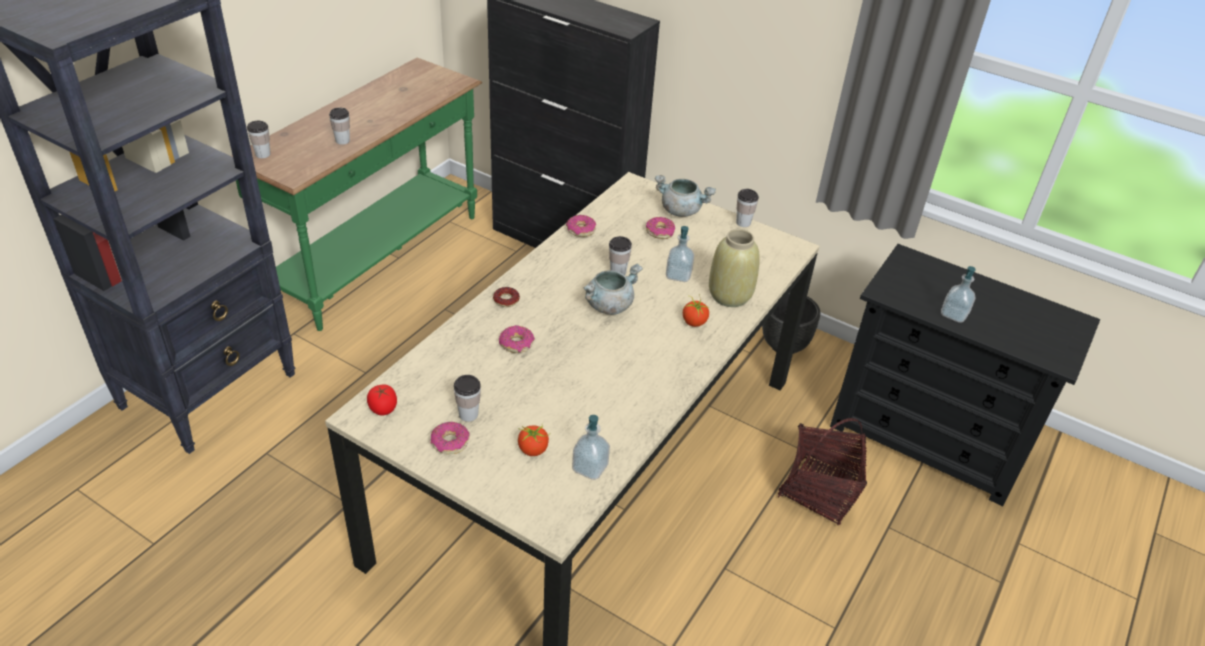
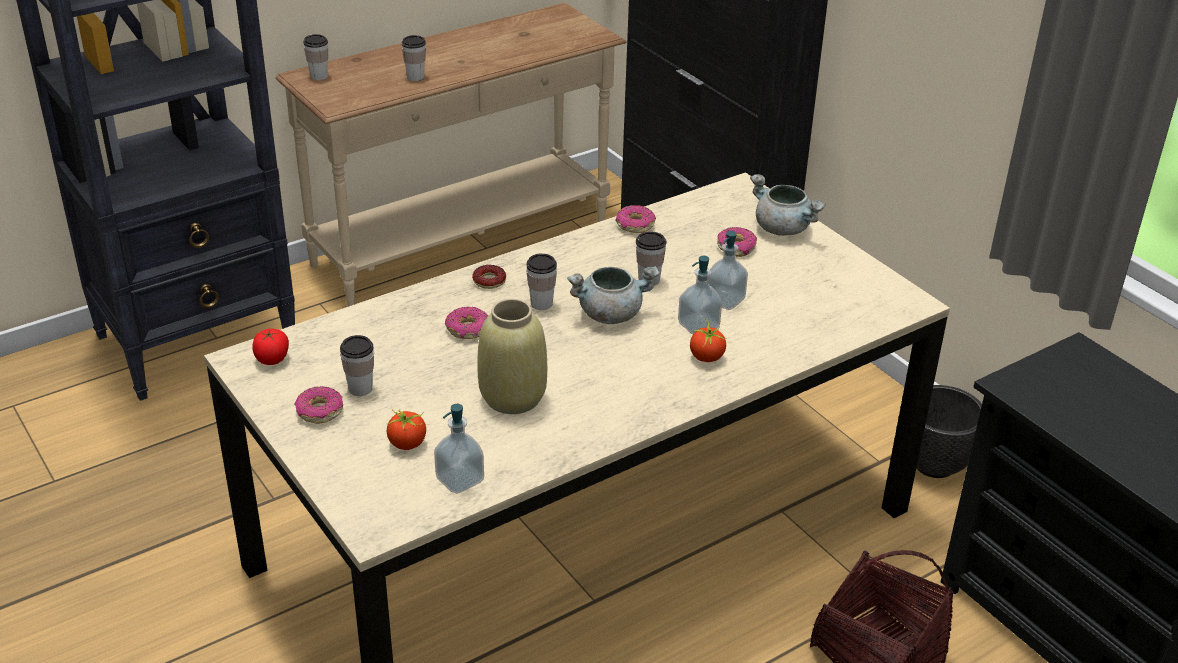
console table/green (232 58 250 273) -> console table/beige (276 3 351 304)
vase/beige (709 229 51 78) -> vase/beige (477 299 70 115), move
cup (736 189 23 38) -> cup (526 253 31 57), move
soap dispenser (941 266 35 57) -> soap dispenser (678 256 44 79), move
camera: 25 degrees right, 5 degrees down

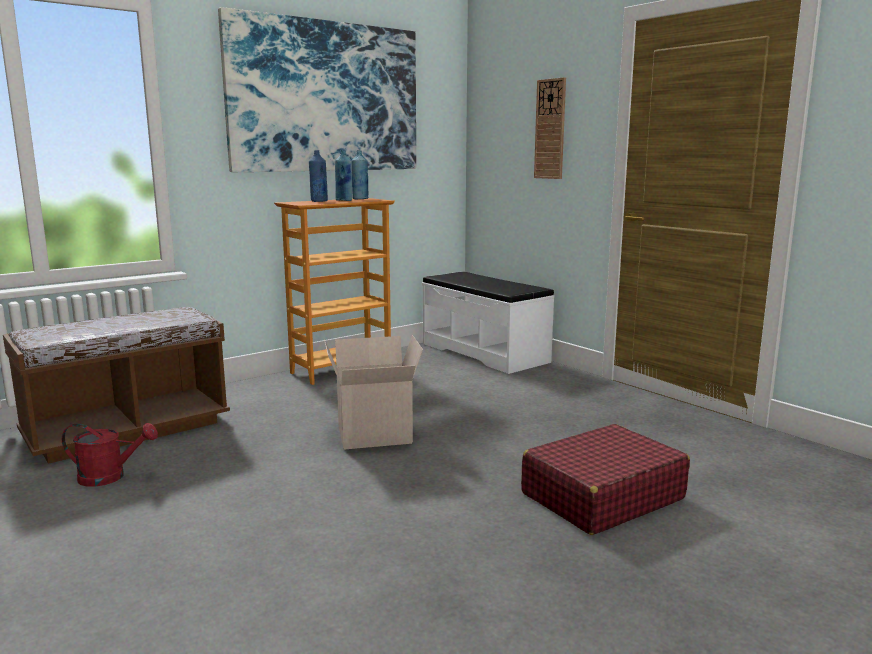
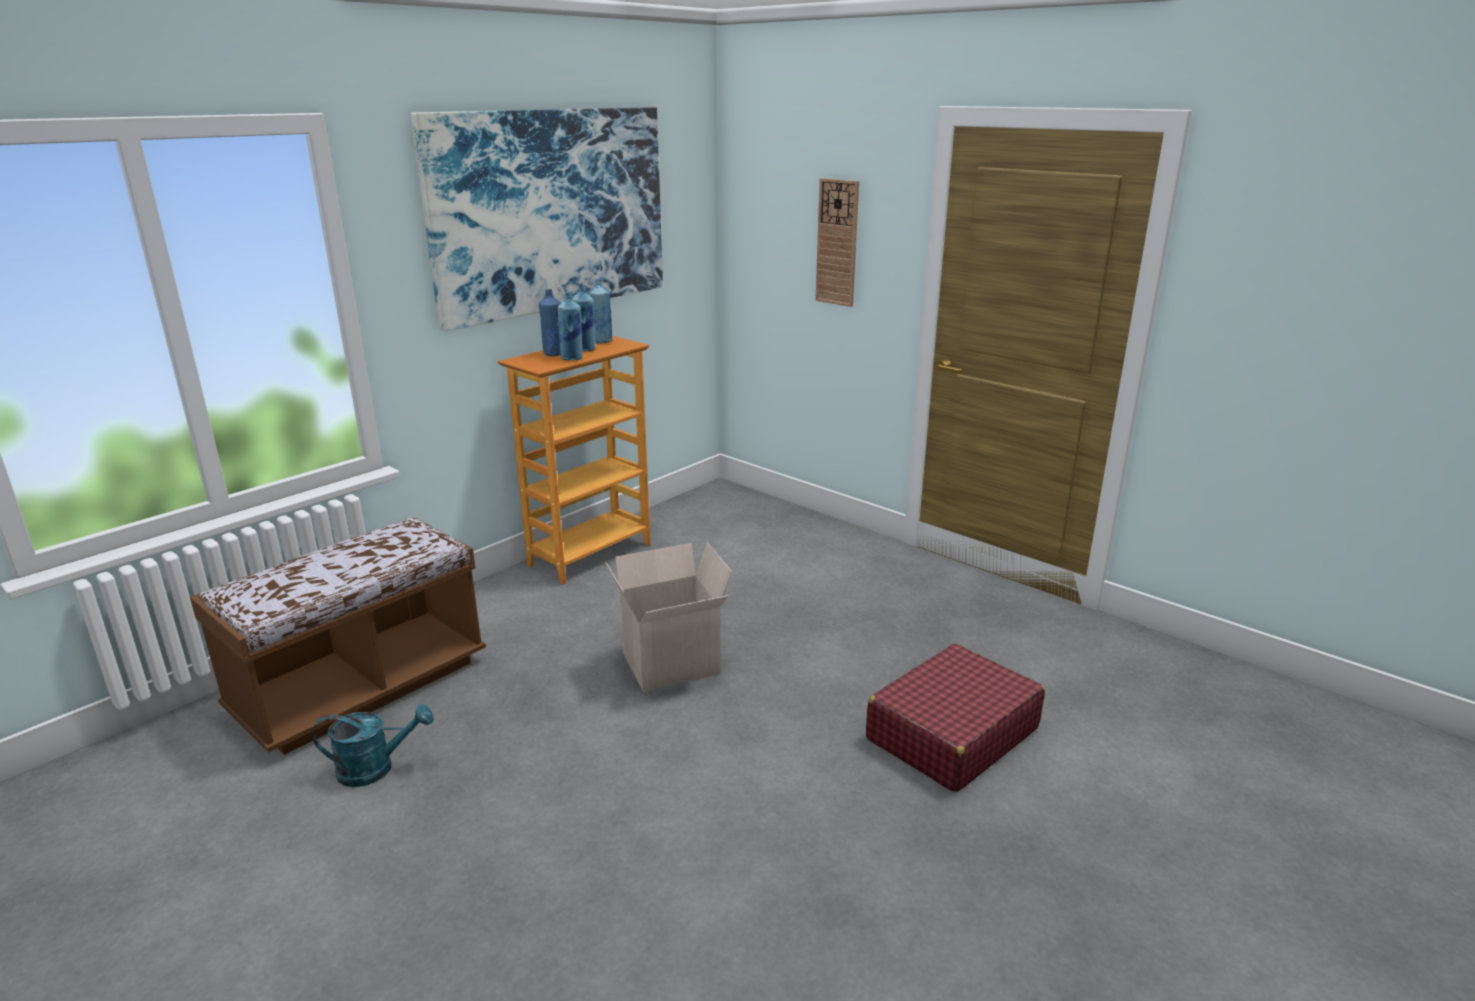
watering can/red (62 423 96 64) -> watering can/turquoise (312 704 122 83)
none -> bottle/blue (558 292 25 68)
bench/white (422 272 132 102) -> none
camera: 10 degrees left, 10 degrees up

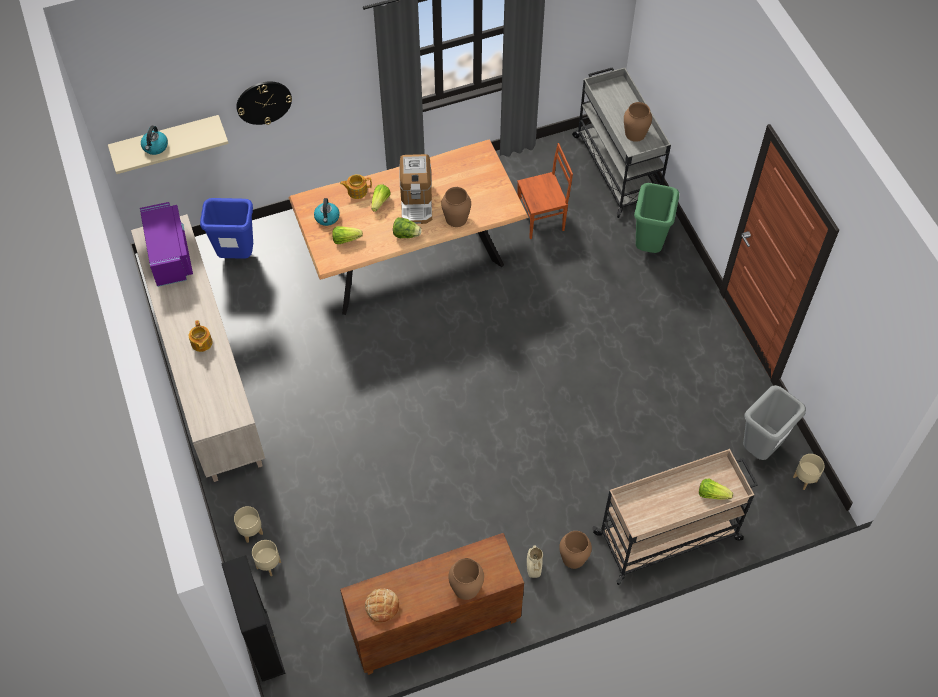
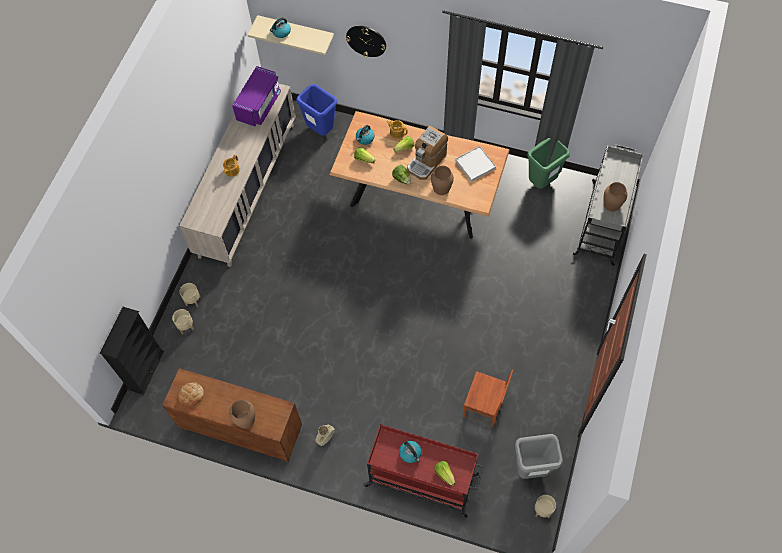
cart/beige (592 449 166 136) -> cart/red (363 424 121 94)
none -> kettle (399 441 23 22)
none -> tray/white (455 146 41 36)
chair/brown (517 143 56 96) -> chair/brown (463 370 50 57), move
trash can/green (634 183 45 70) -> trash can/green (527 138 43 51), move
vase/brown (559 531 33 38) -> none
camera: 40 degrees right, 5 degrees up

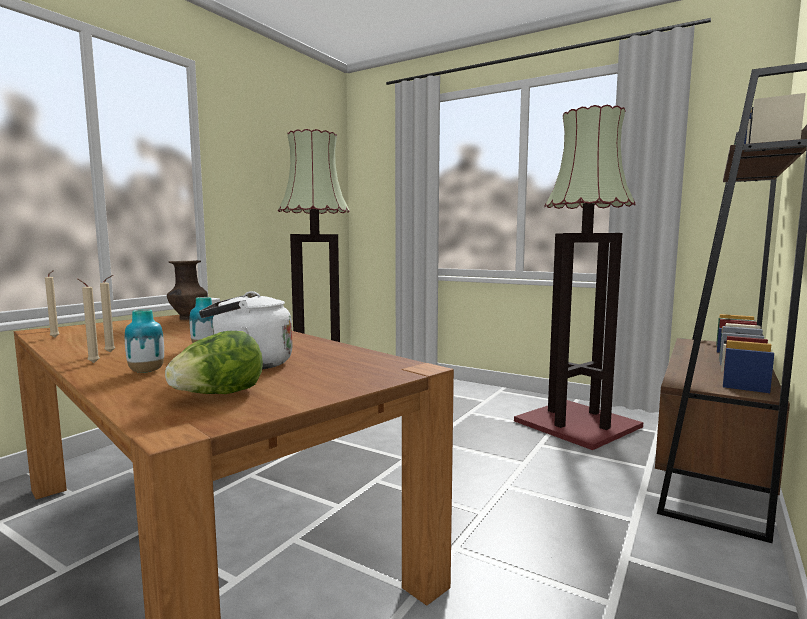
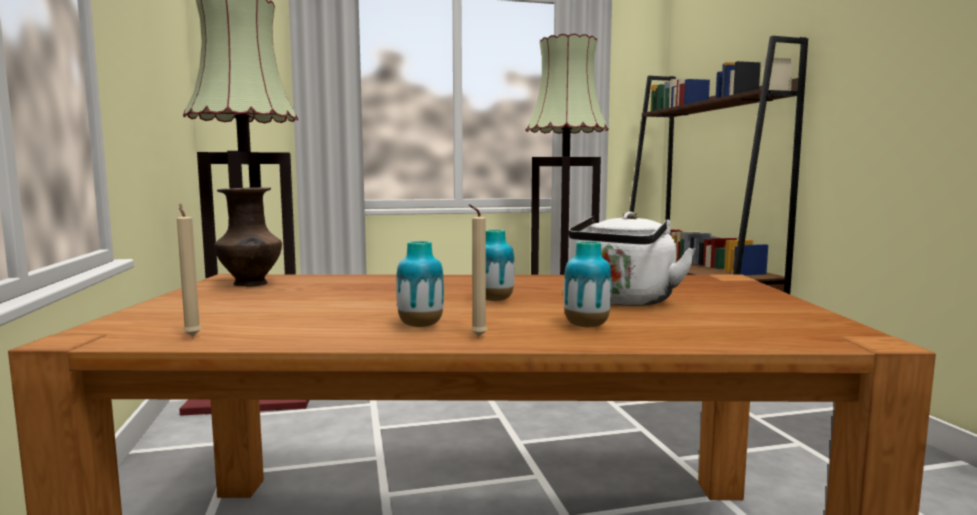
candle/beige (100 275 15 77) -> vase (396 241 48 86)
lettuce (165 331 98 63) -> none
camera: 45 degrees left, 0 degrees up

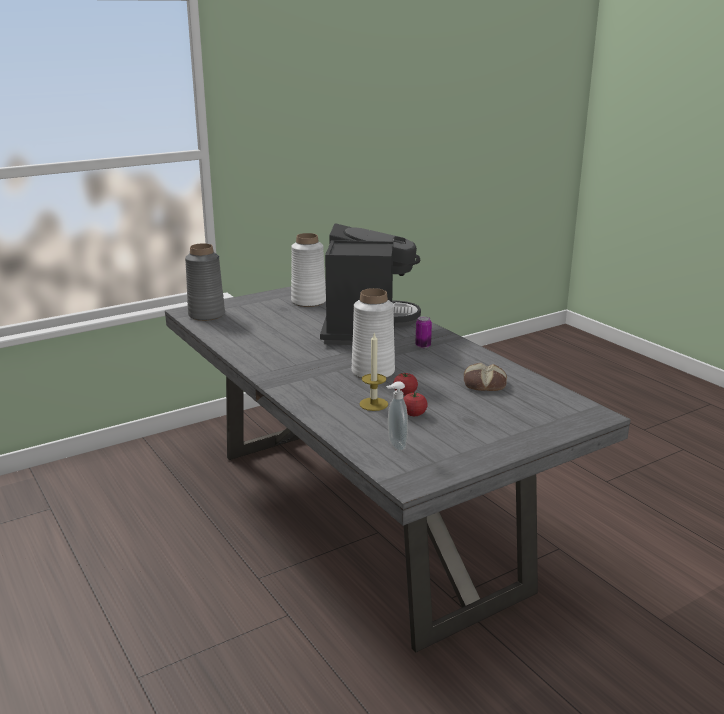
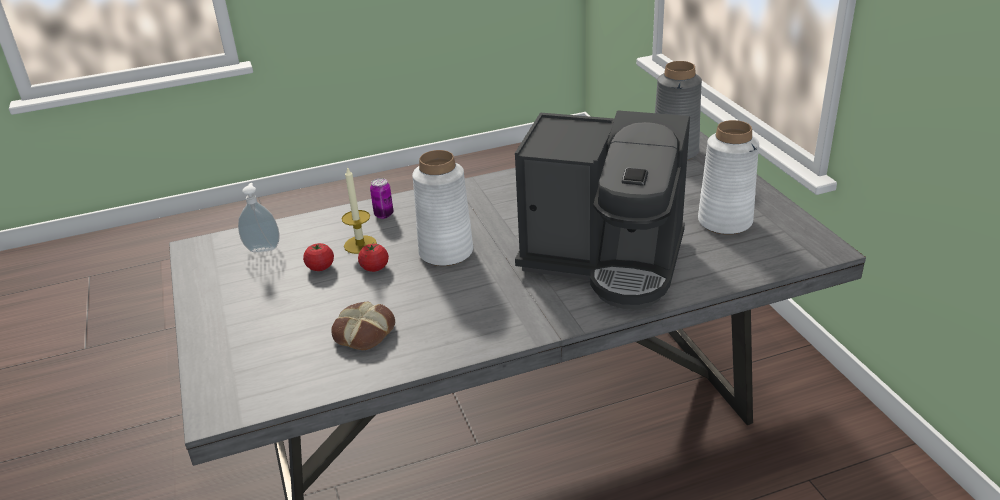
can (415 316 17 32) -> can (370 178 23 41), move
camera: 105 degrees right, 10 degrees up

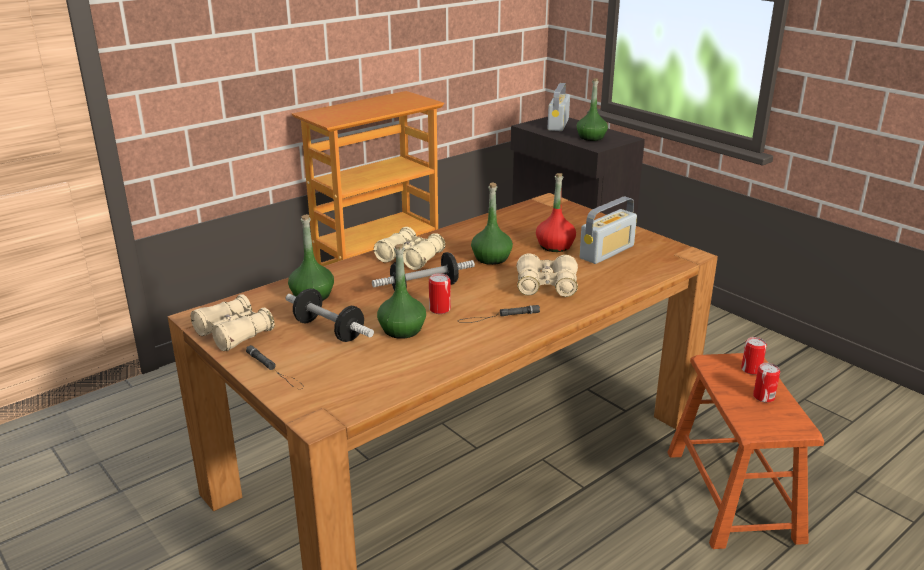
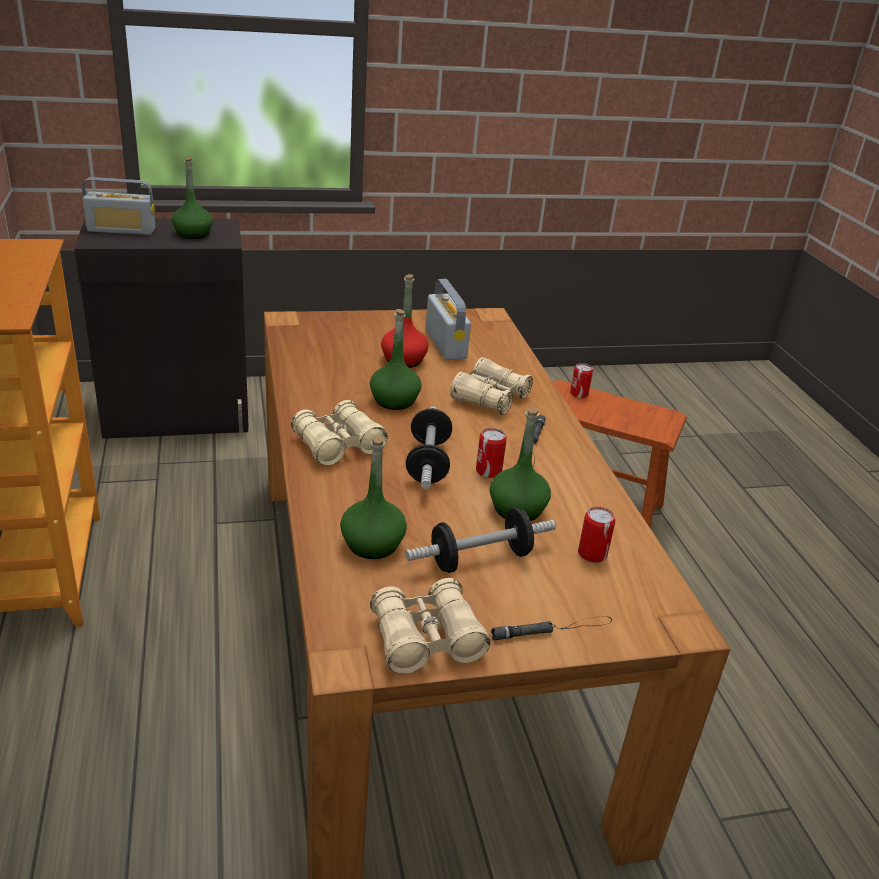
radio (547 83 23 48) -> radio (82 177 73 58), 45 degrees counterclockwise
can (753 363 27 40) -> can (578 507 37 56), move
camera: 65 degrees left, 5 degrees up

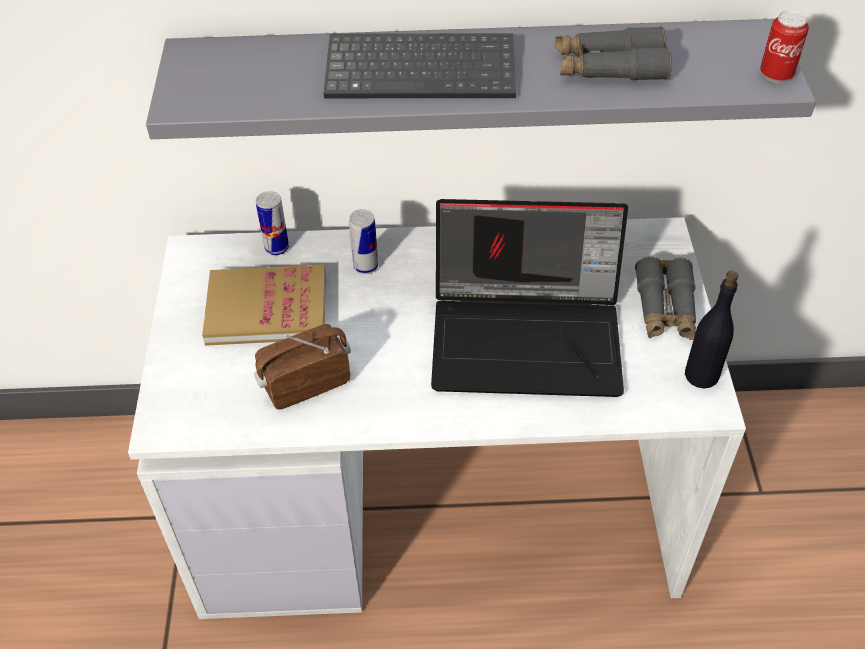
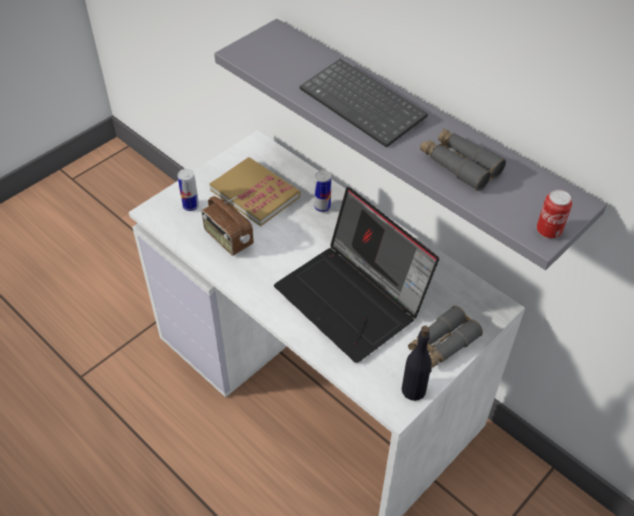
can (256 191 33 64) -> can (178 169 21 42), move
radio (254 324 97 86) -> radio (202 196 52 60), 150 degrees counterclockwise
camera: 45 degrees right, 0 degrees up

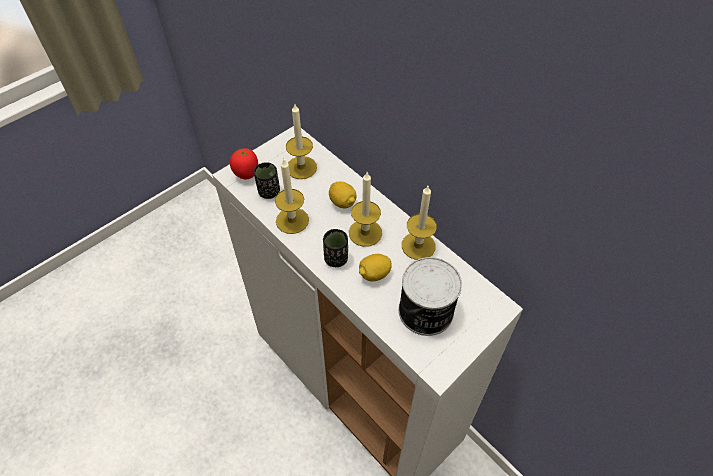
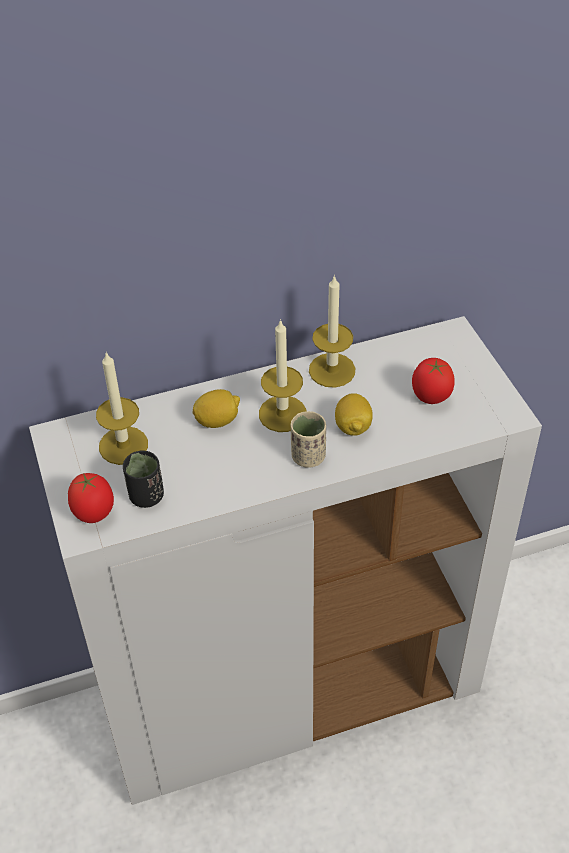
cup/black (323 229 25 38) -> cup/beige (291 411 35 57)
can (399 257 63 79) -> tomato (412 358 43 46)
candle (275 158 34 76) -> none
camera: 65 degrees left, 5 degrees down

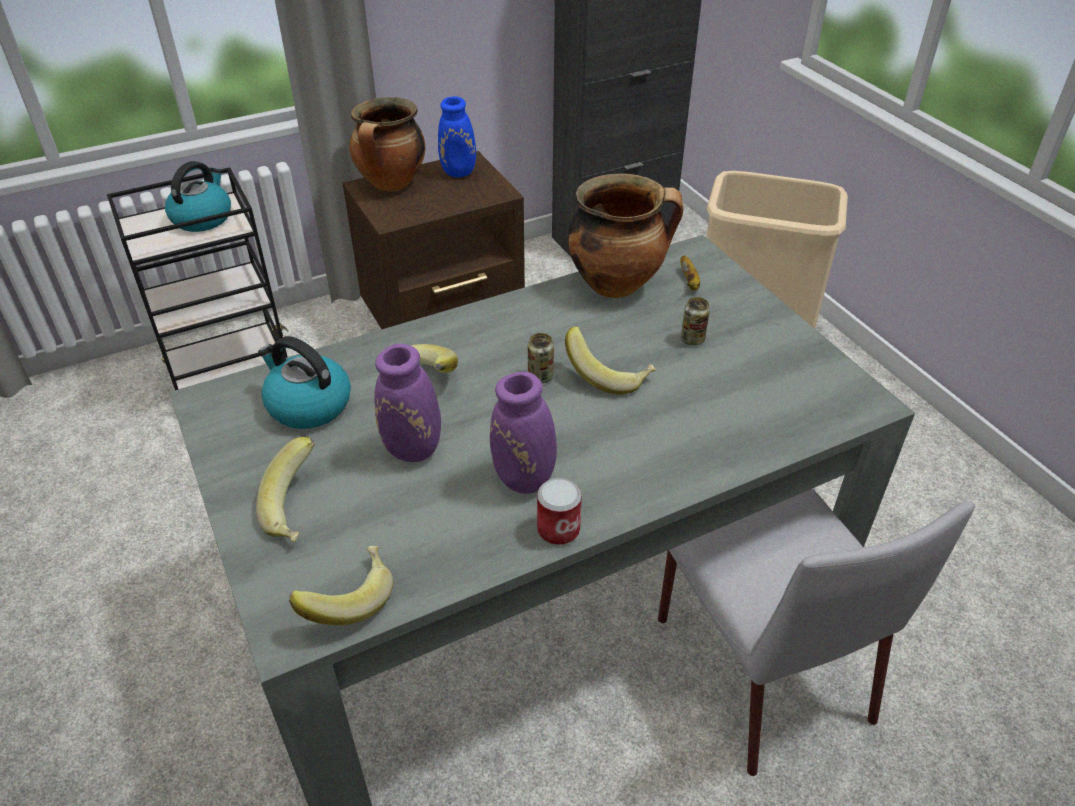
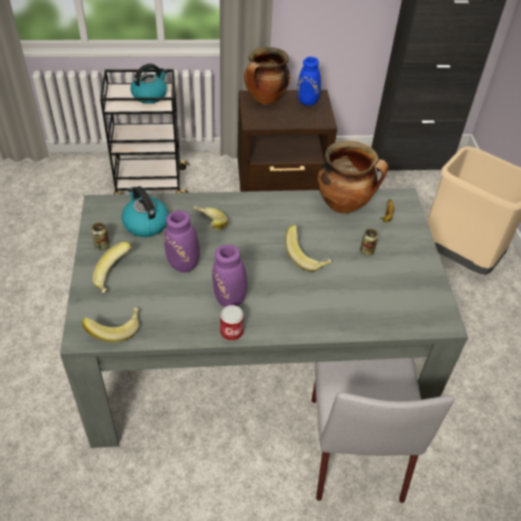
can (528 333 26 50) -> can (91 222 19 28), move
camera: 20 degrees right, 5 degrees up

